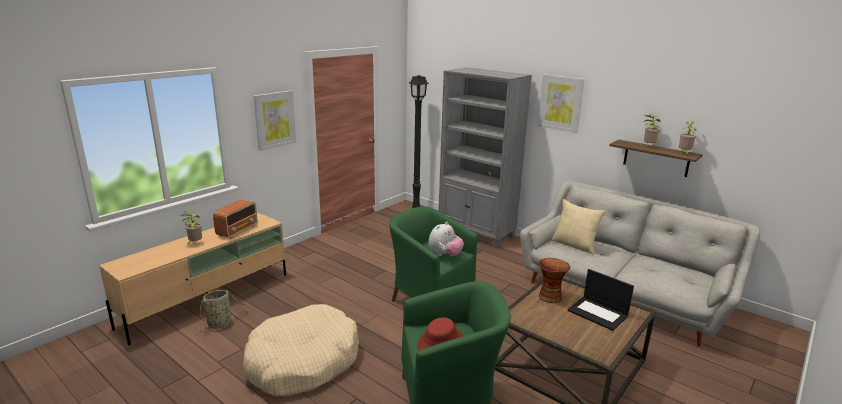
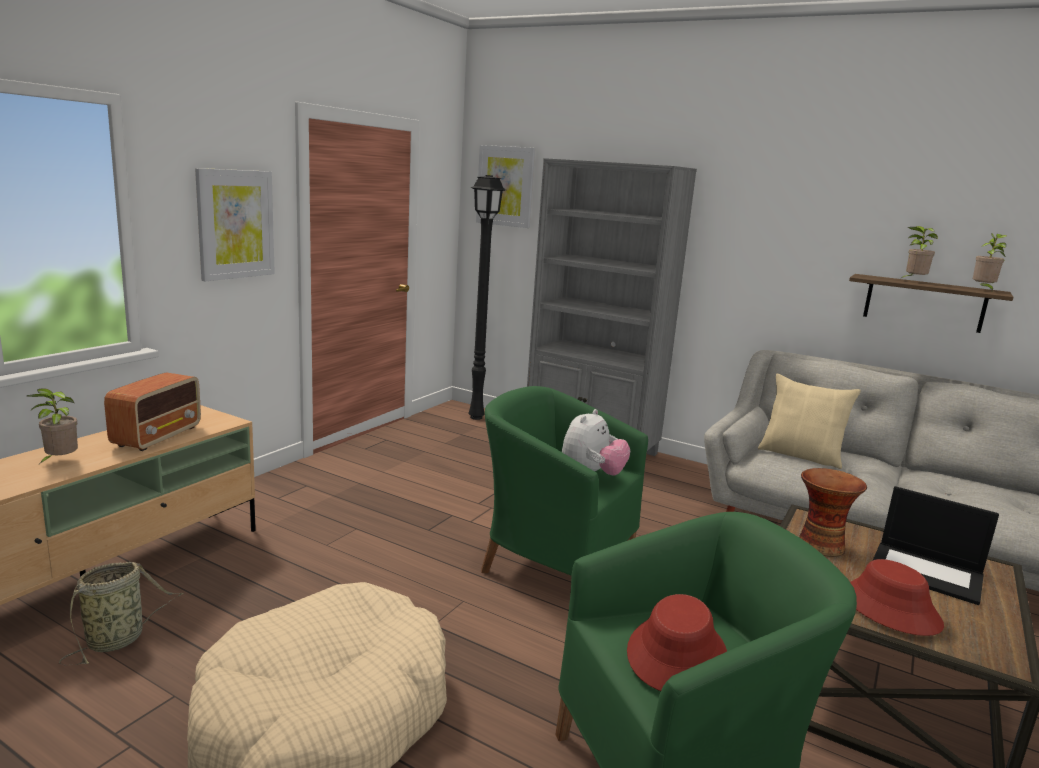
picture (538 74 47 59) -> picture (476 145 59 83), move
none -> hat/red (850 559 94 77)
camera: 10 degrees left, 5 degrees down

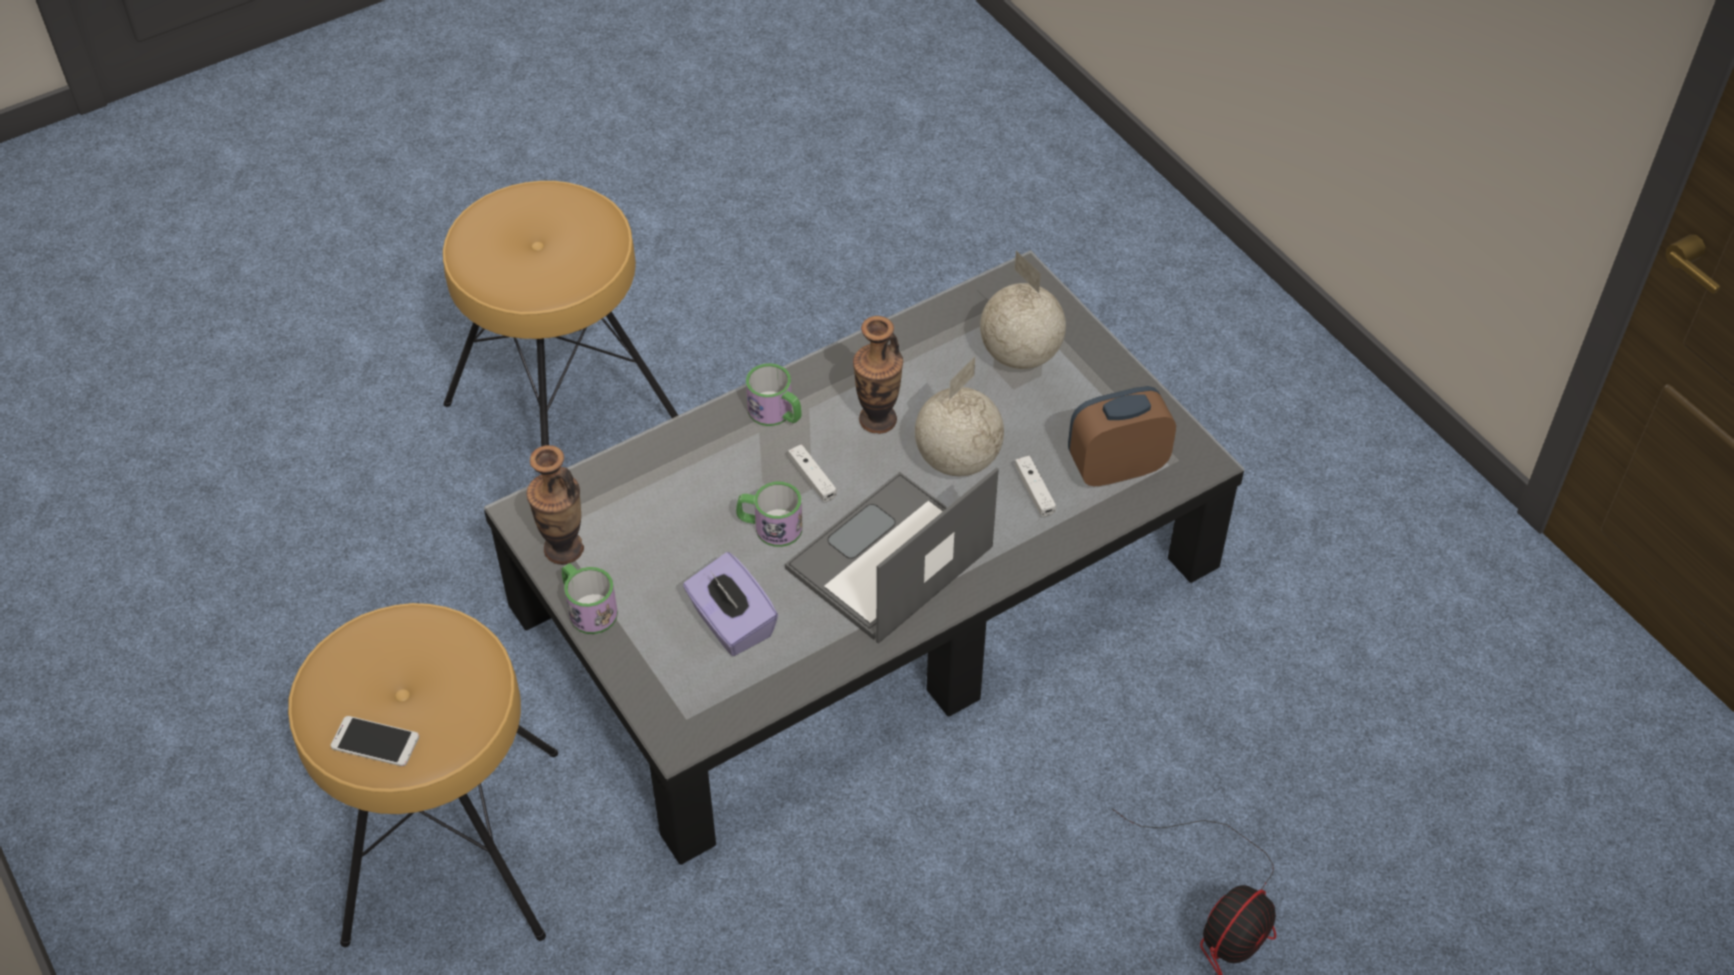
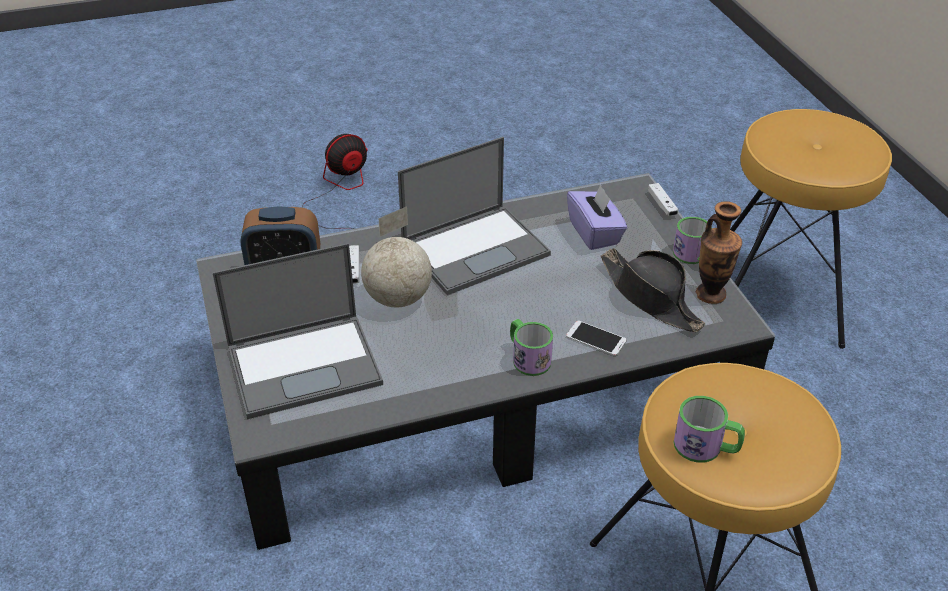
globe (980 251 86 118) -> laptop (212 243 171 176)
phone (331 716 88 50) -> phone (566 321 61 35), move
none -> hat/black (601 248 104 84)
game controller/white (788 444 49 58) -> game controller/white (648 183 31 33), move
mug (736 482 66 65) -> mug (674 396 71 67), move
vase (853 316 50 118) -> none
camera: 165 degrees left, 10 degrees down

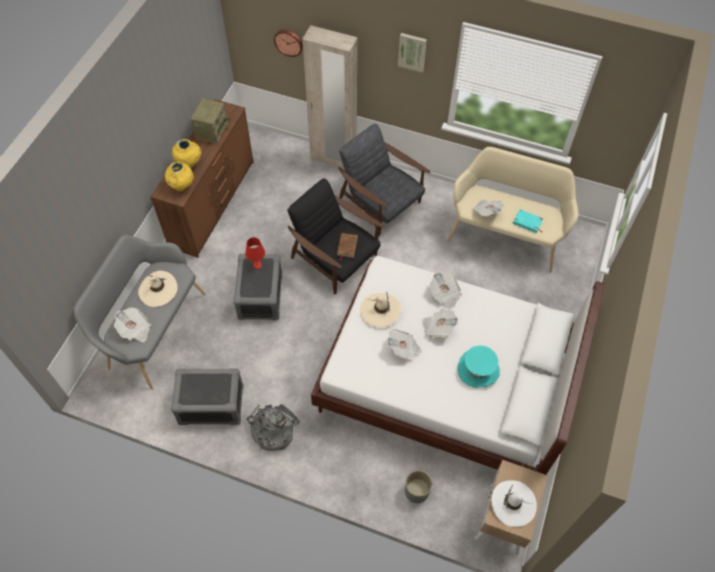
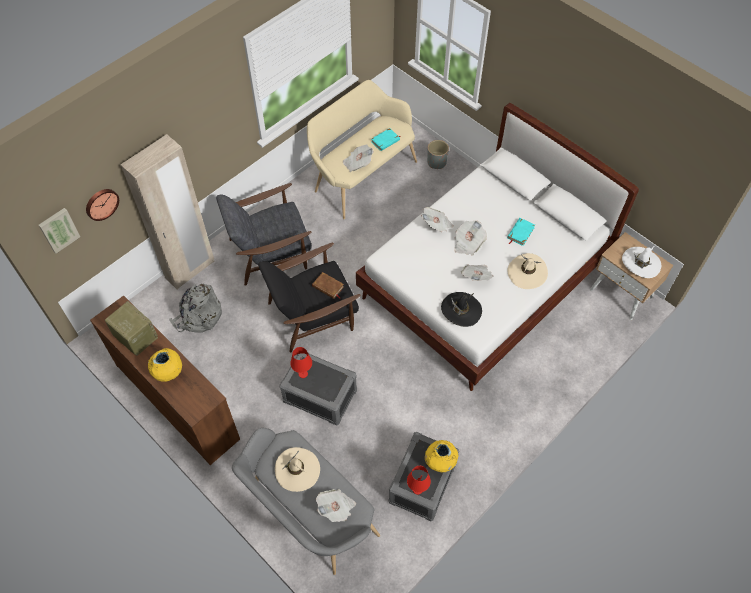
picture (398 33 29 39) -> picture (39 208 41 45), move
backpack/grey (246 404 53 47) -> backpack/grey (169 284 53 49), move
none -> table lamp/red (407 466 24 29)
vase/yellow (165 162 29 29) -> vase/yellow (425 440 33 32), move
planter/grey (405 470 27 33) -> planter/grey (427 140 22 29), move
none -> hat/black (441 292 41 35)
hat/turquoise (457 345 43 43) -> book/turquoise (507 218 28 28)
hat/beige (360 292 41 35) -> hat/beige (507 253 41 36), move
camera: 65 degrees left, 0 degrees up

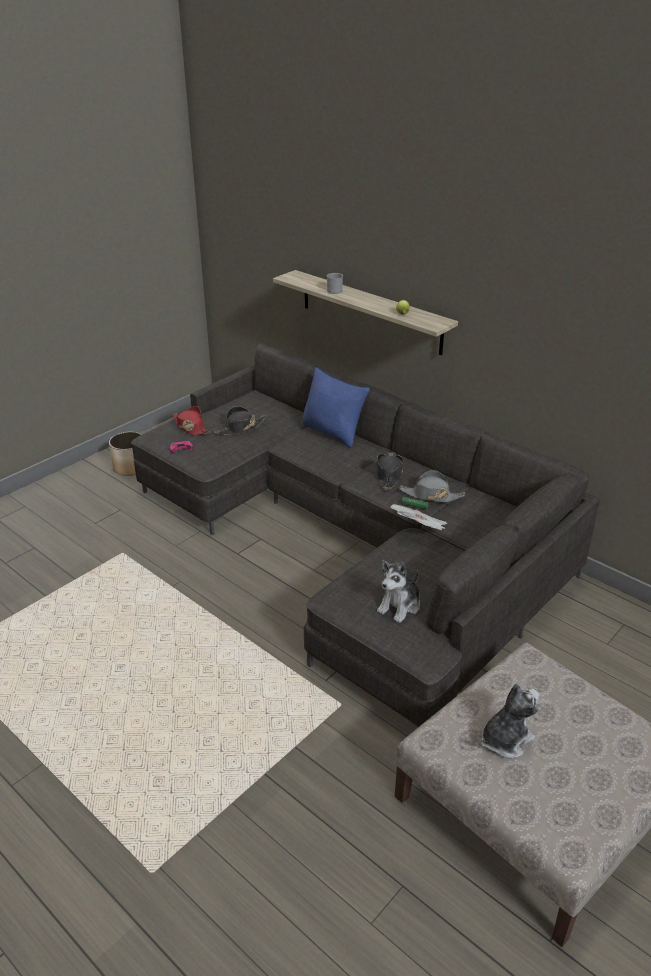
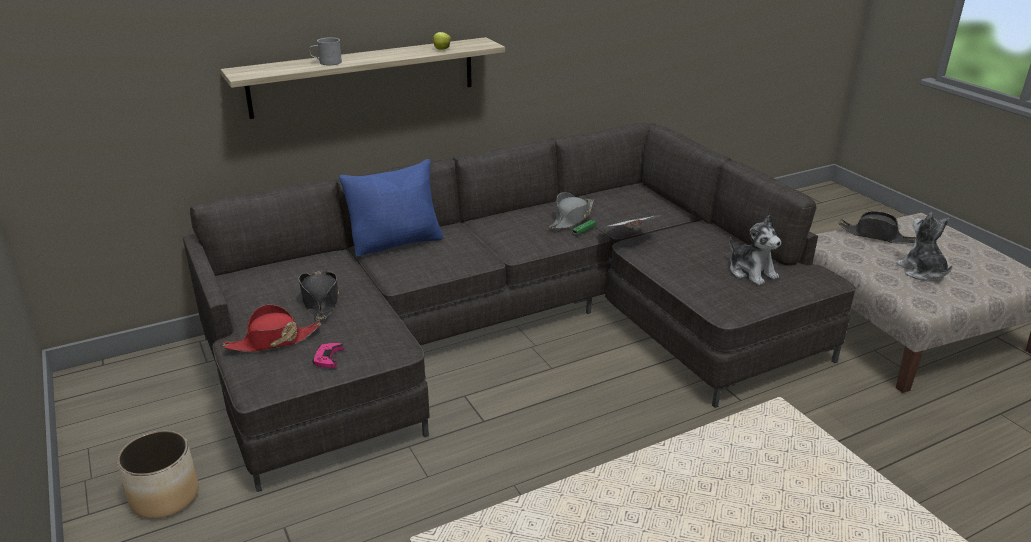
hat/black (377 452 26 38) -> hat/black (838 211 78 33), move
camera: 70 degrees left, 5 degrees down

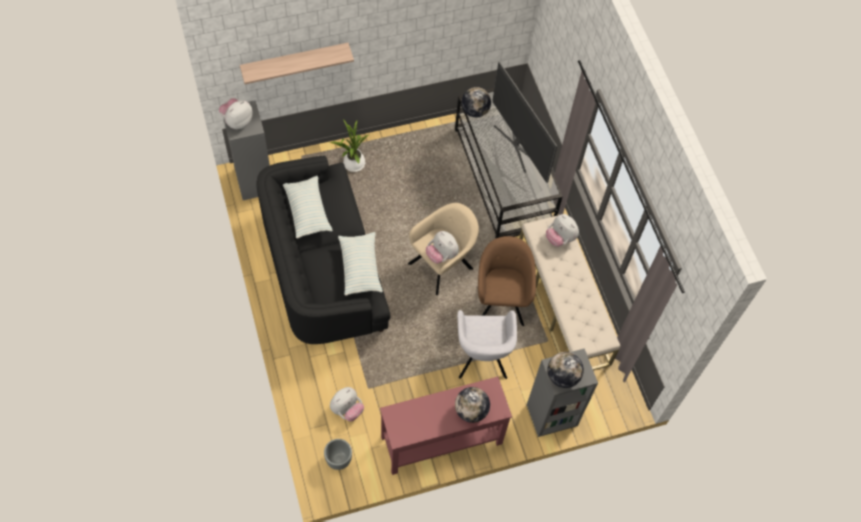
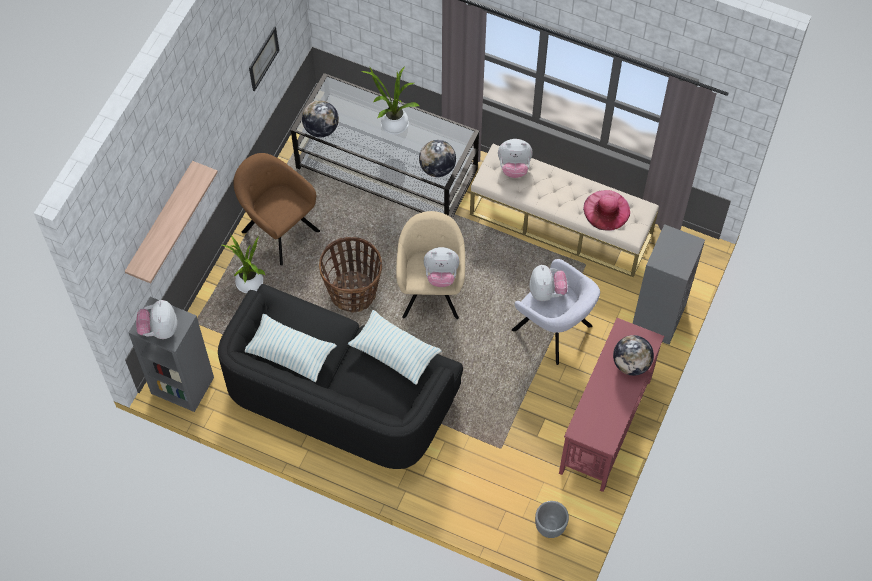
armchair/brown (478 236 58 90) -> armchair/brown (233 153 87 113), move
none -> picture (249 26 30 65)
none -> basket (319 237 63 76)
television (493 61 64 122) -> potted plant (361 66 58 69)
globe (547 352 37 36) -> globe (419 140 37 37), move
plush toy (330 387 34 35) -> plush toy (529 265 38 36), move
none -> hat/pink (583 190 47 41)
camera: 45 degrees left, 0 degrees up

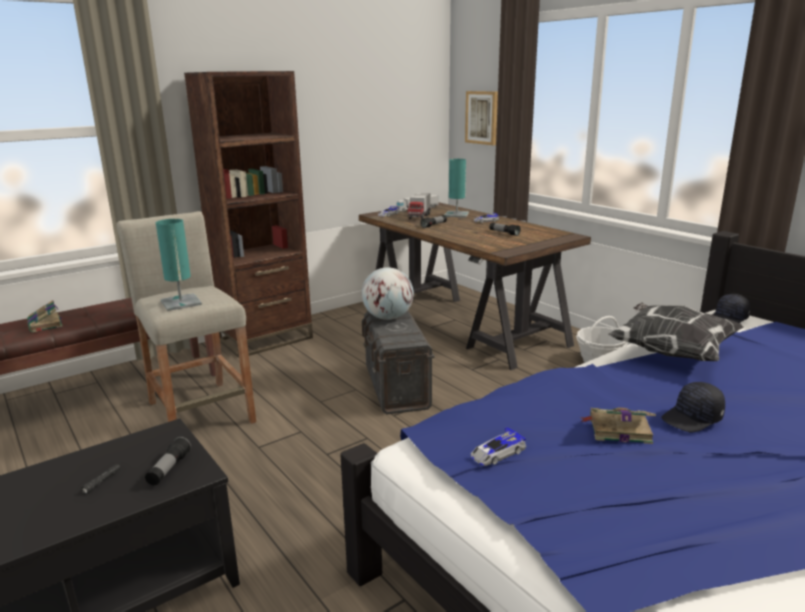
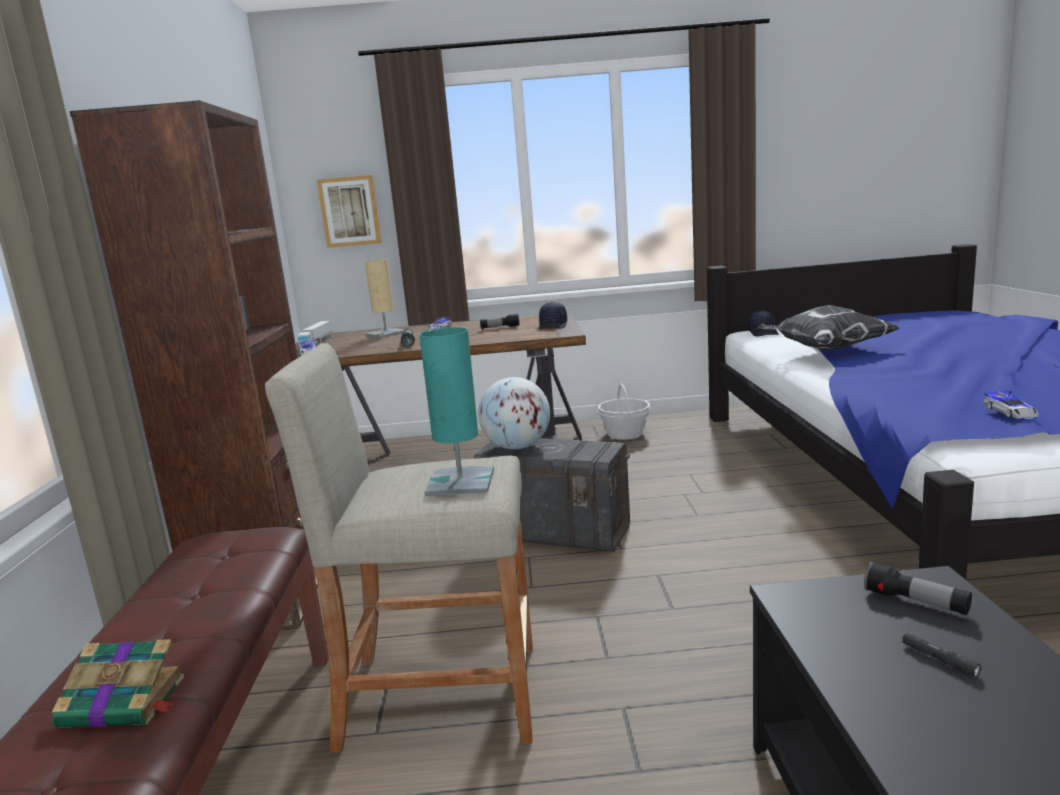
table lamp/turquoise (445 159 24 59) -> table lamp/beige (365 259 39 79)
cap/black (661 382 64 51) -> cap/black (539 302 28 28), move
toy truck (407 193 24 26) -> none
book (580 407 76 37) -> none
camera: 55 degrees left, 5 degrees down

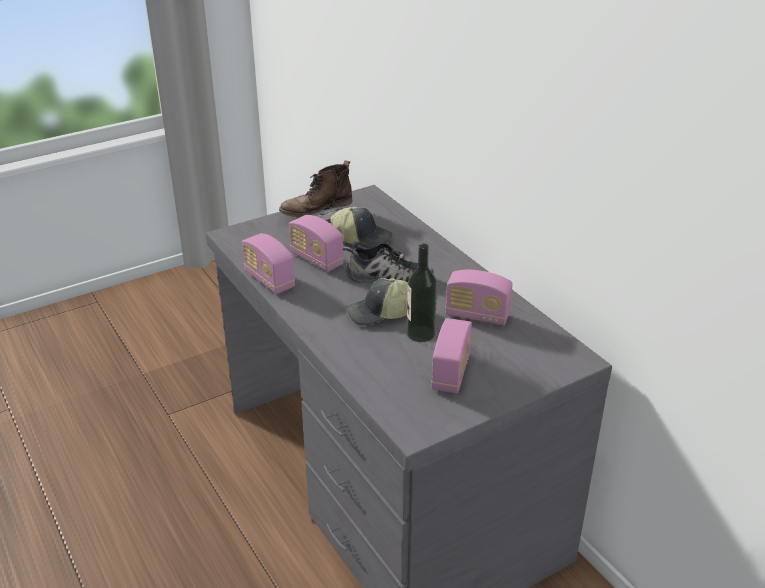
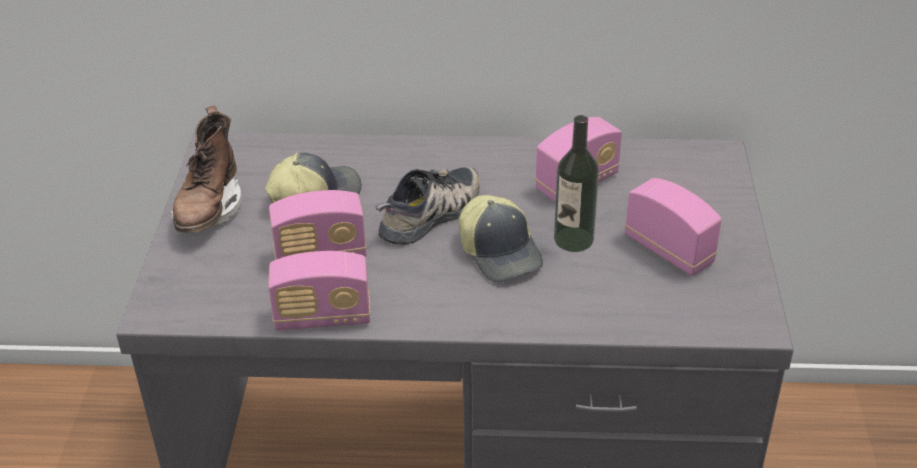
cap (346 278 62 47) -> cap (459 195 84 87), 45 degrees counterclockwise
camera: 55 degrees left, 5 degrees up

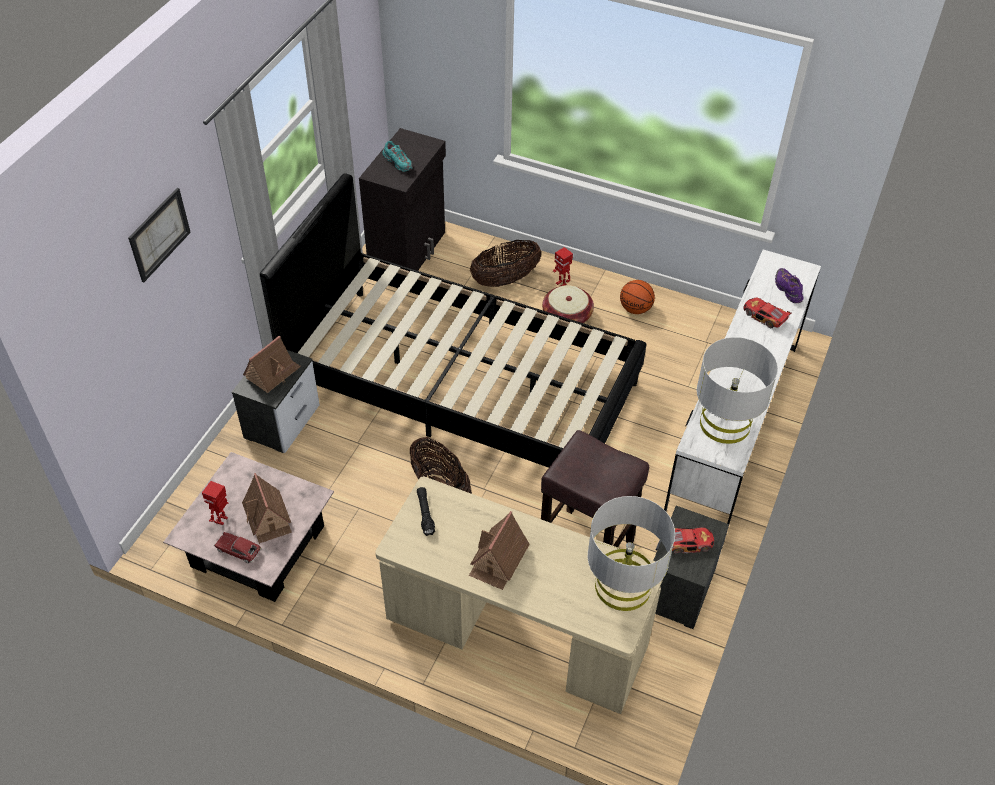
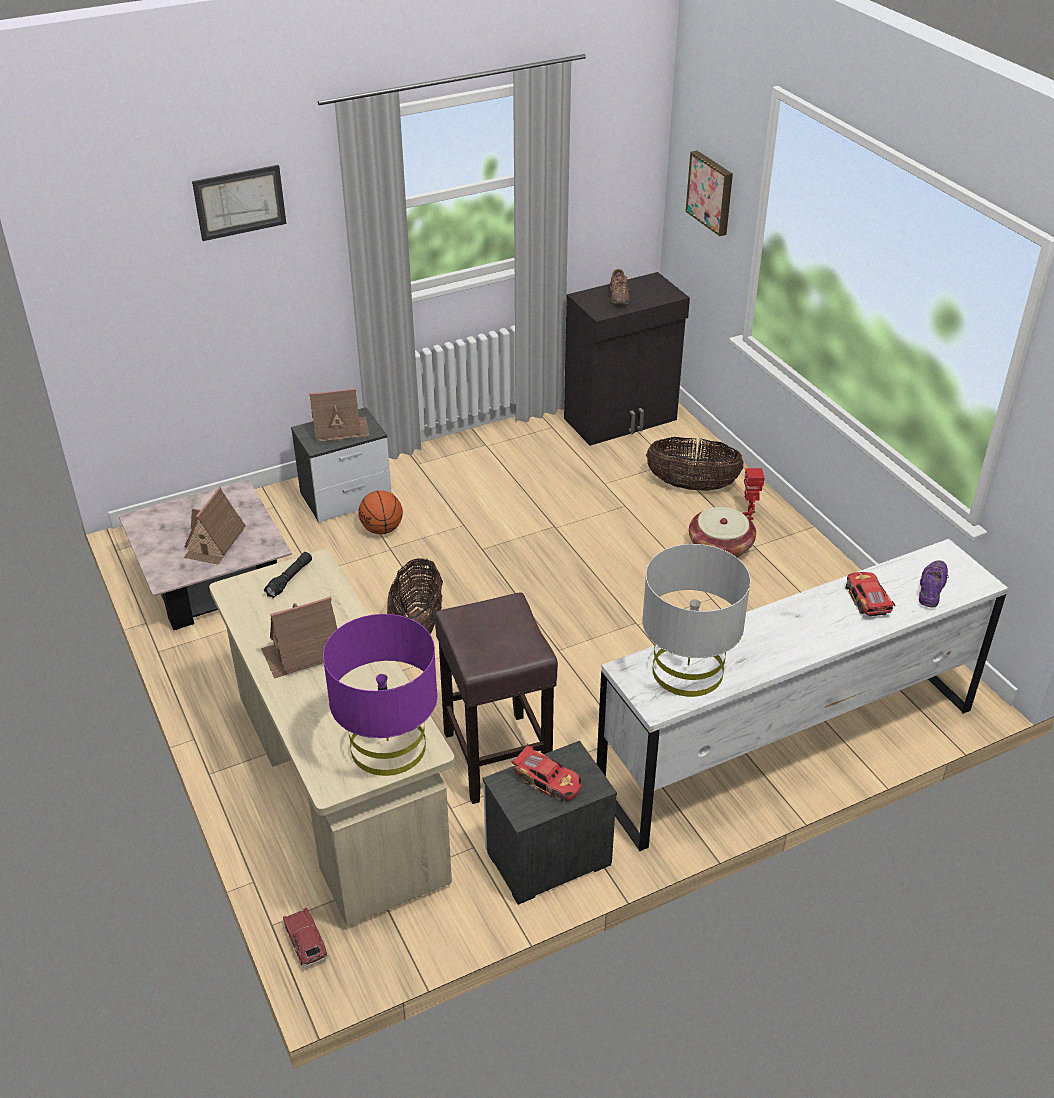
toy car (214 532 48 31) -> toy car (283 907 45 61), move
table lamp/grey (588 496 87 115) -> table lamp/purple (323 614 115 162)
basketball (620 280 35 34) -> basketball (358 490 45 44), move
shoe/turquoise (382 141 31 31) -> shoe/brown (610 269 20 36)
none -> picture (686 151 47 85)
toy robot (202 481 27 44) -> none
bed/black (260 173 386 295) -> none
camera: 40 degrees right, 10 degrees down

